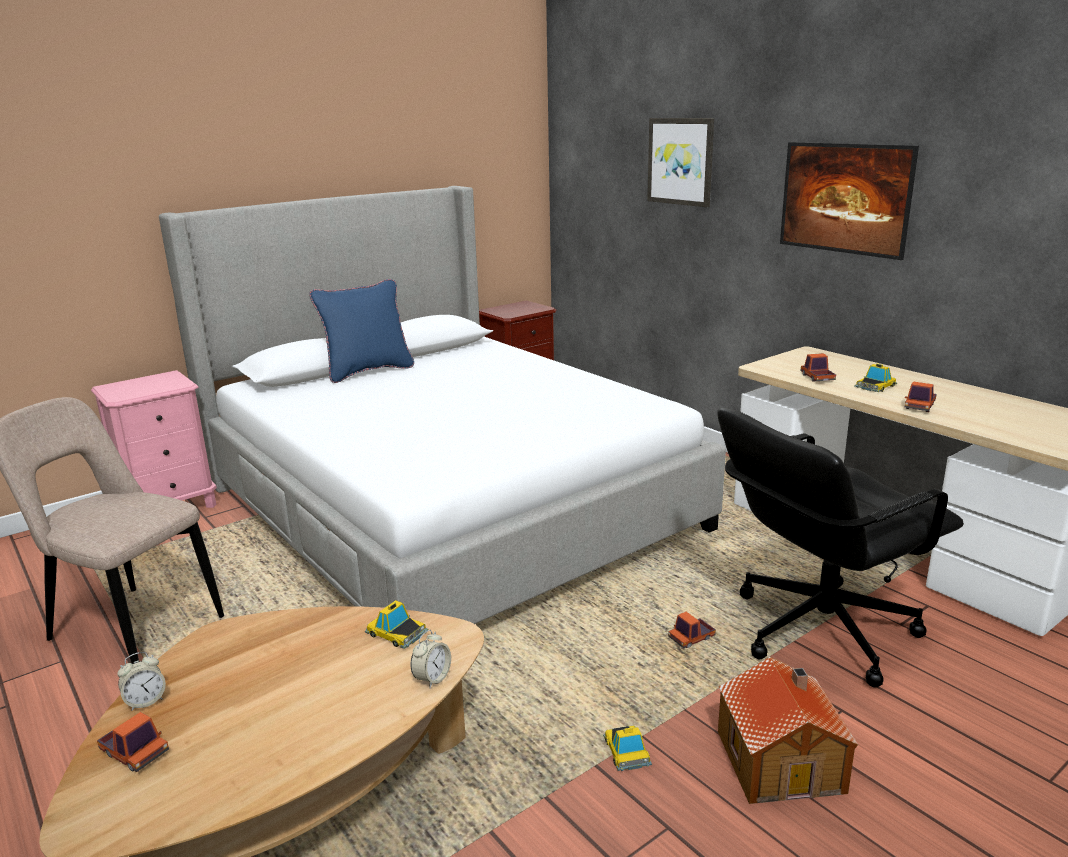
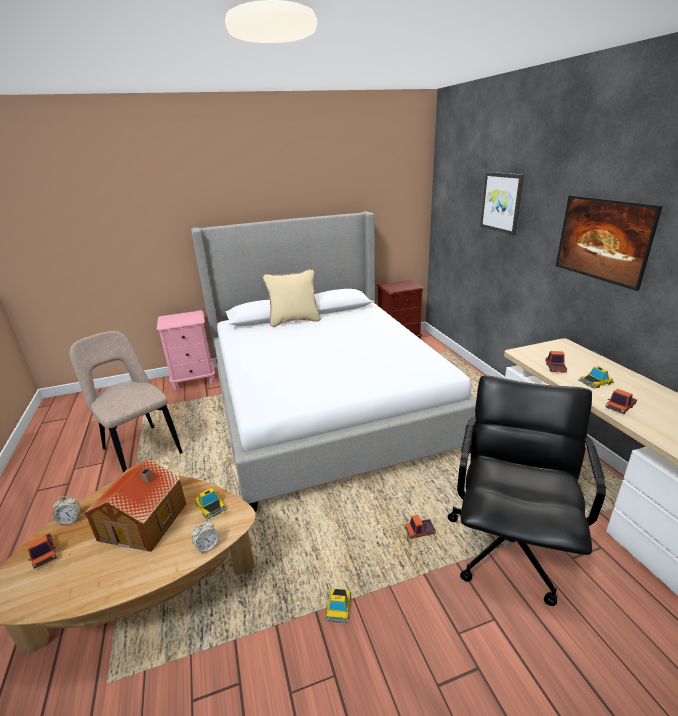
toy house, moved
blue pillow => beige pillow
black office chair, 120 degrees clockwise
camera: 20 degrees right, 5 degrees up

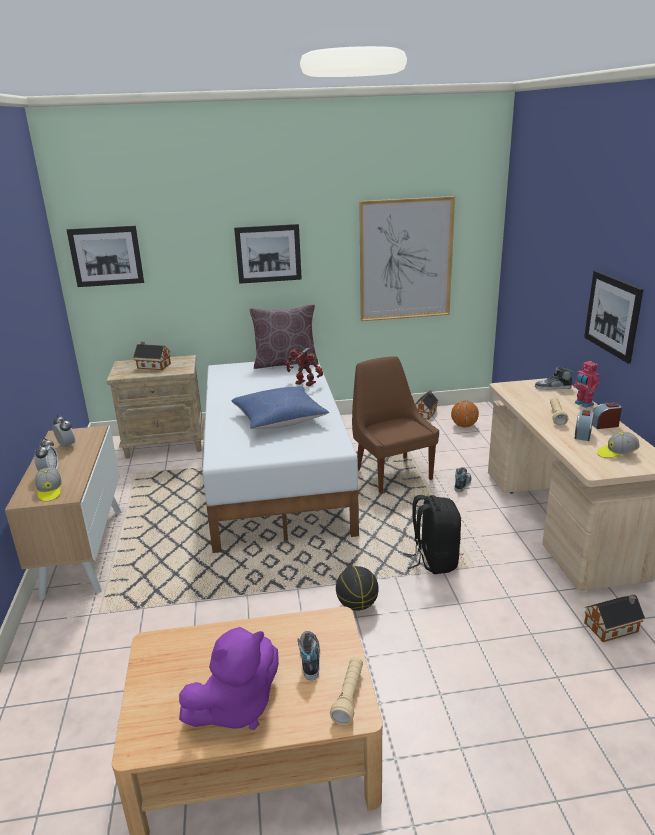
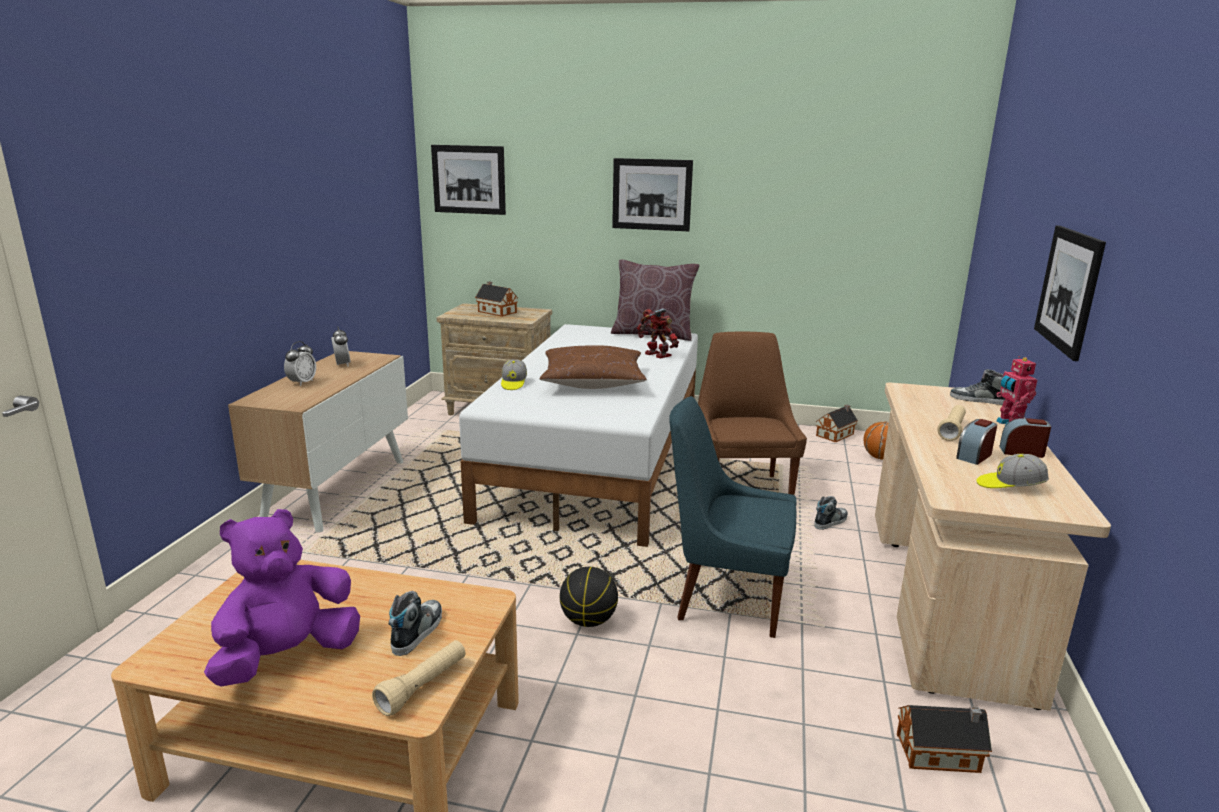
purple plush toy, 150 degrees clockwise
cap (1st from left), moved
blue pillow => brown pillow (1st from left)
black backpack => blue chair
picture (3rd from left) => nothing
camera: 20 degrees right, 5 degrees down

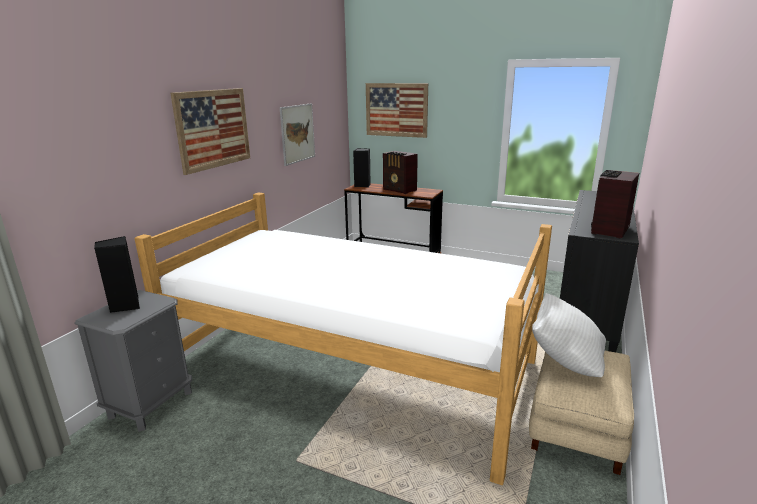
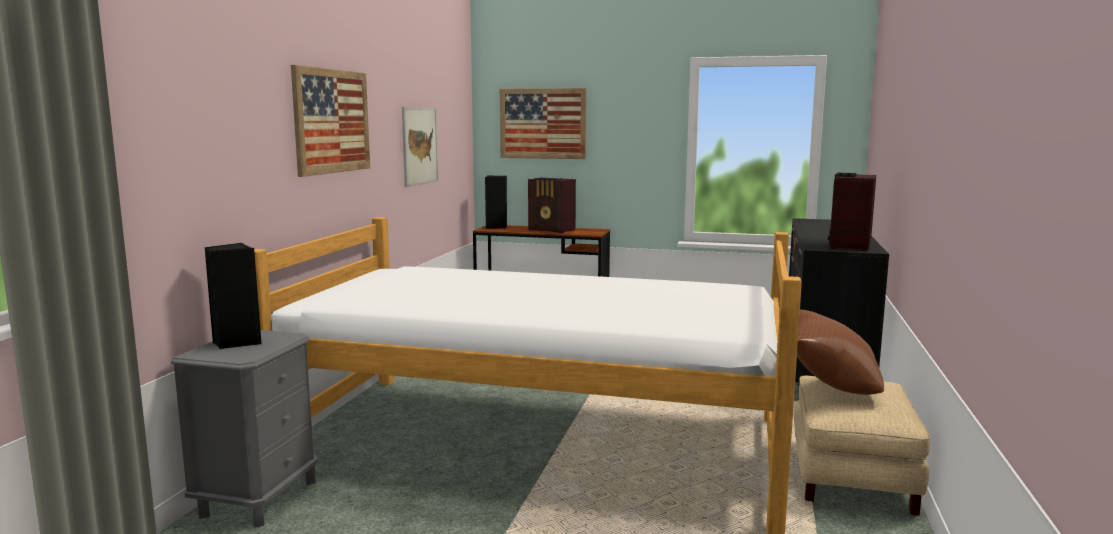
white pillow => brown pillow
camera: 10 degrees left, 10 degrees down

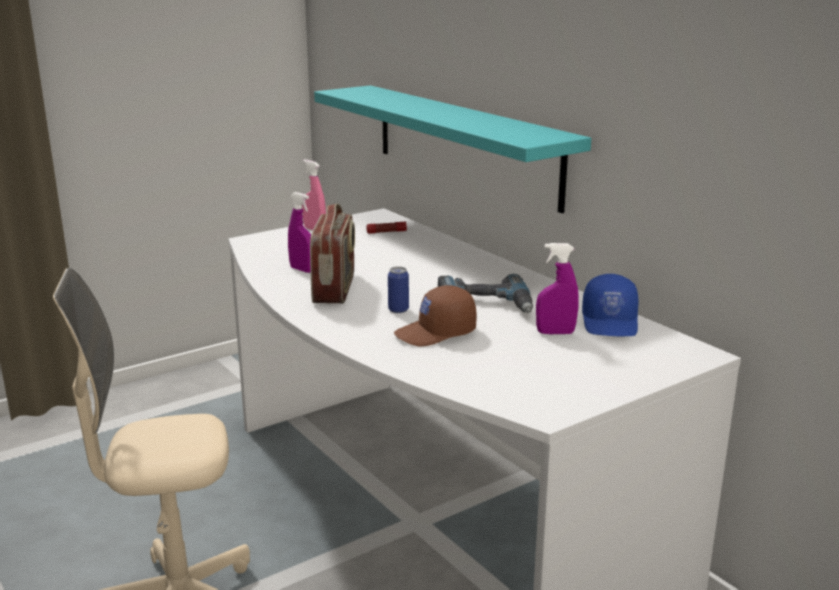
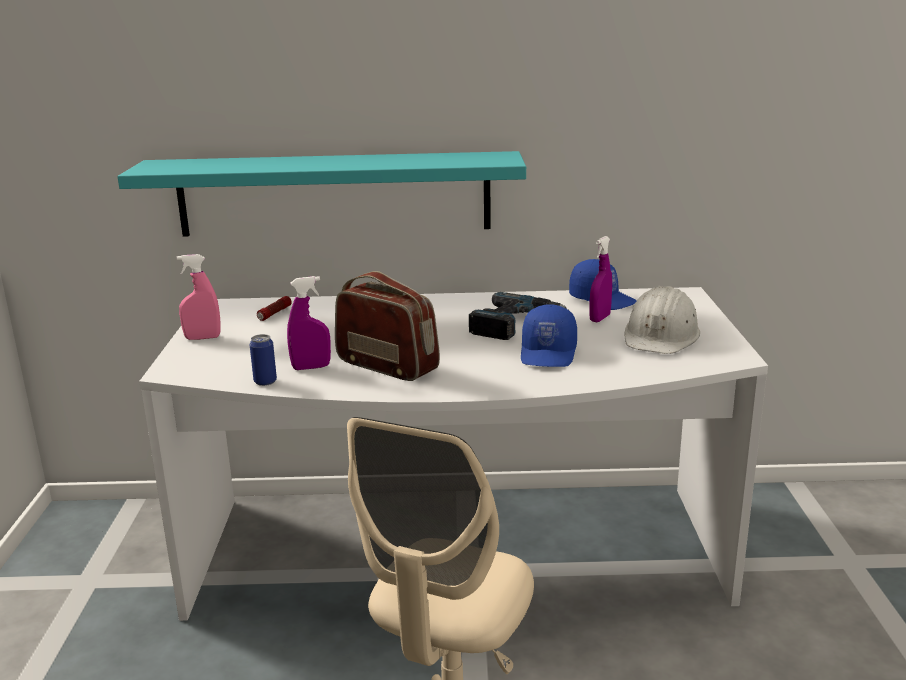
can, moved
brown cap => blue cap (1st from left)
nothing => white hard hat
camera: 55 degrees left, 0 degrees up

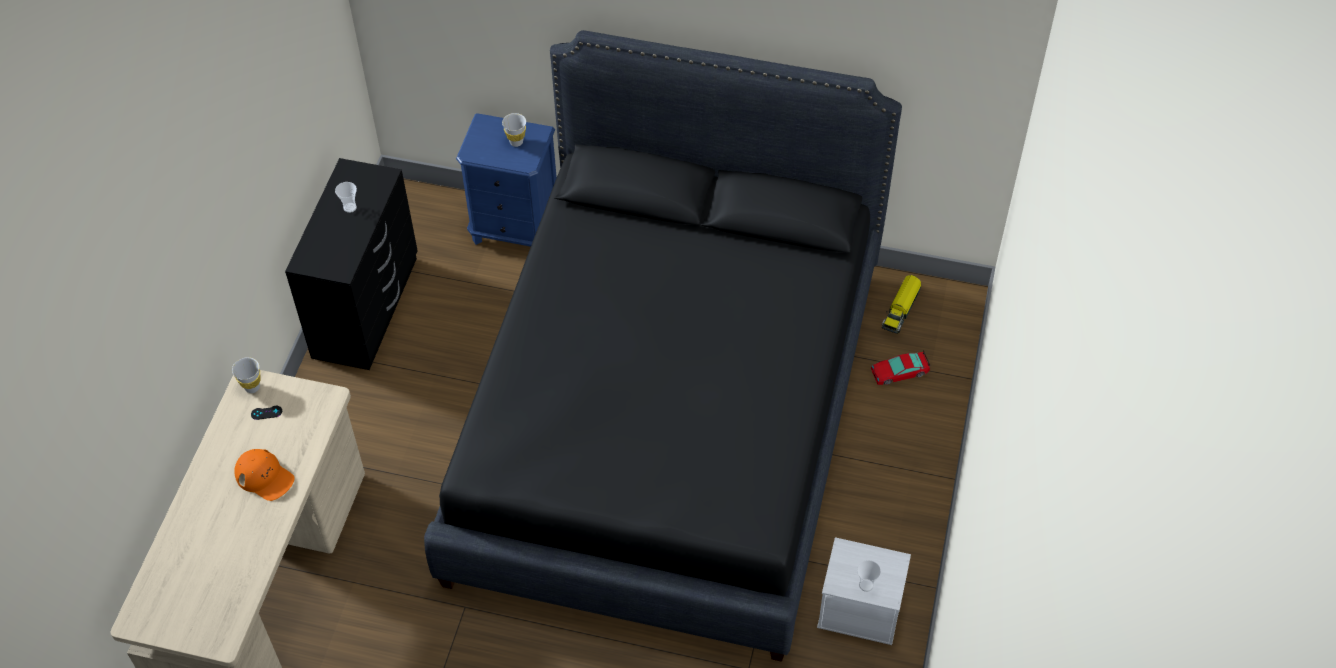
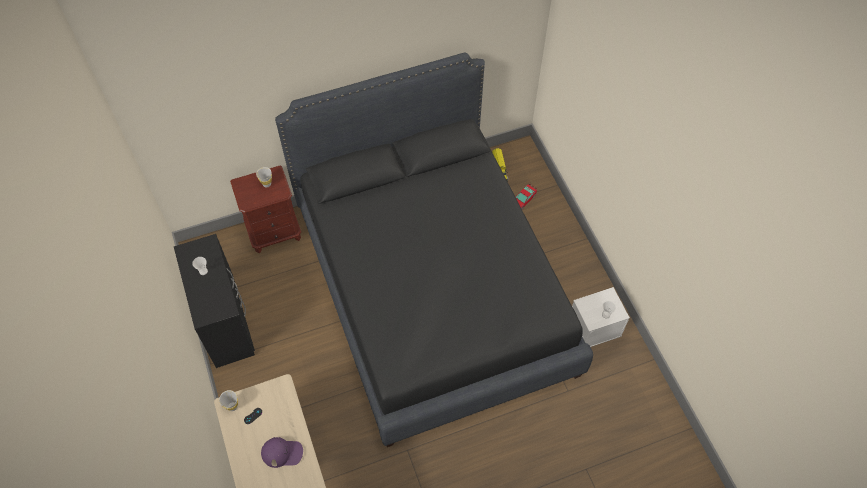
blue nightstand => brown nightstand
orange cap => purple cap
camera: 35 degrees left, 5 degrees up

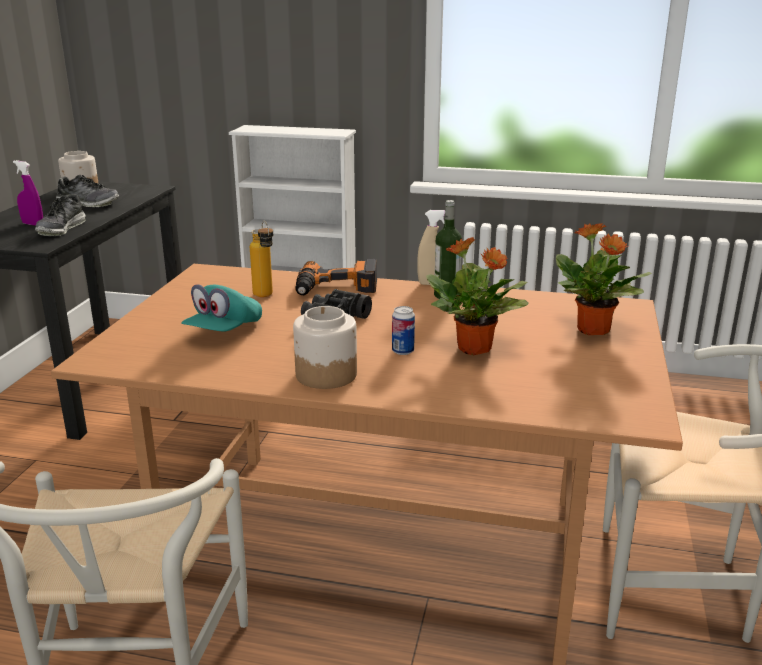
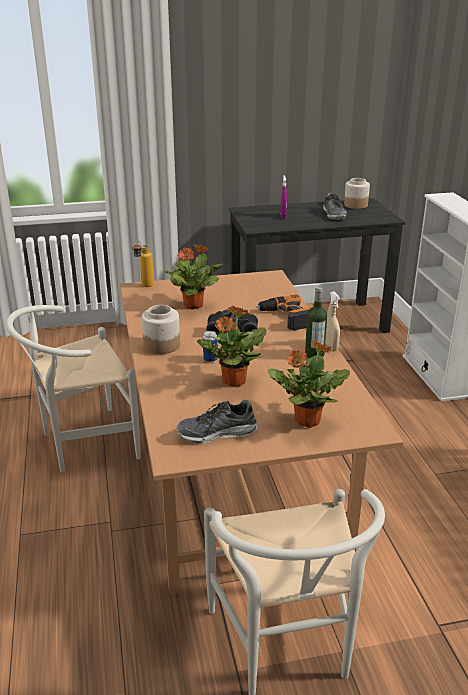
bottle (1st from left), moved
turquoise cap => potted plant (1st from left)
shoe (1st from left), moved
camera: 65 degrees right, 5 degrees up

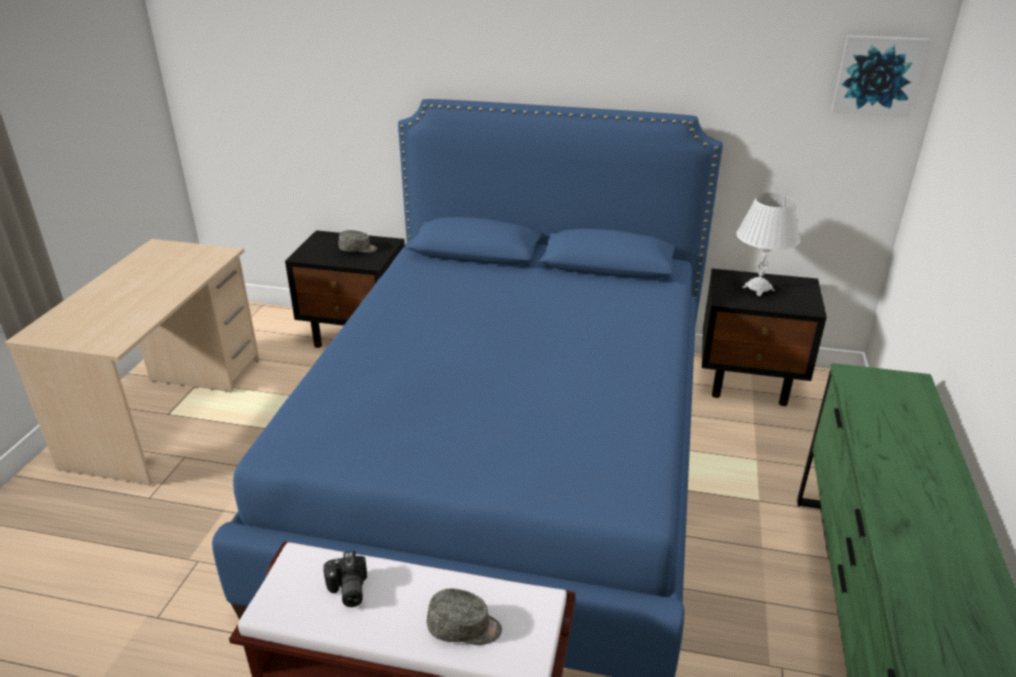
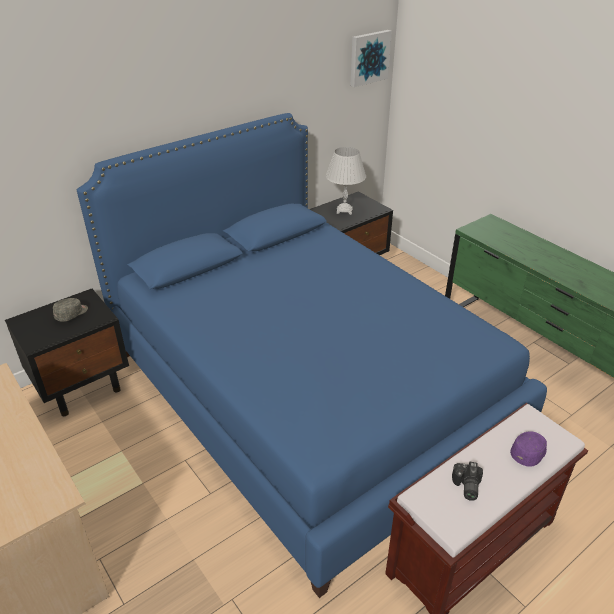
photo camera, 75 degrees clockwise
grey cap (2nd from left) => purple cap
camera: 50 degrees left, 5 degrees up

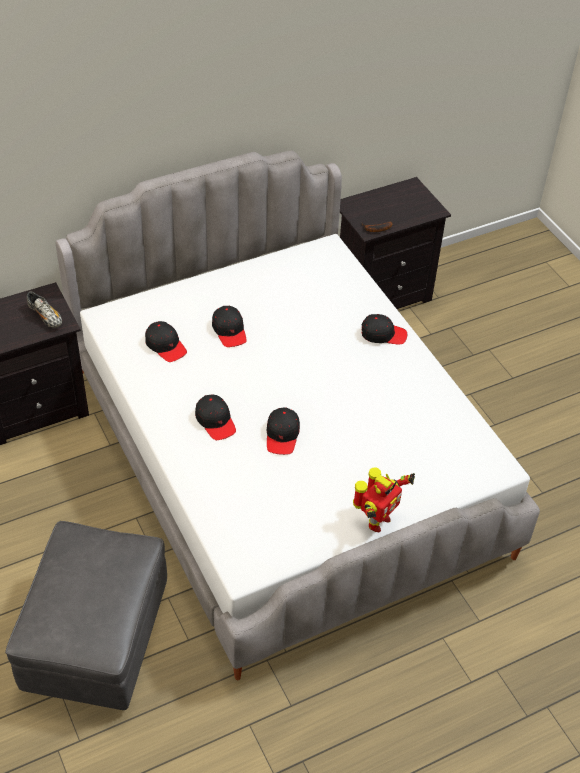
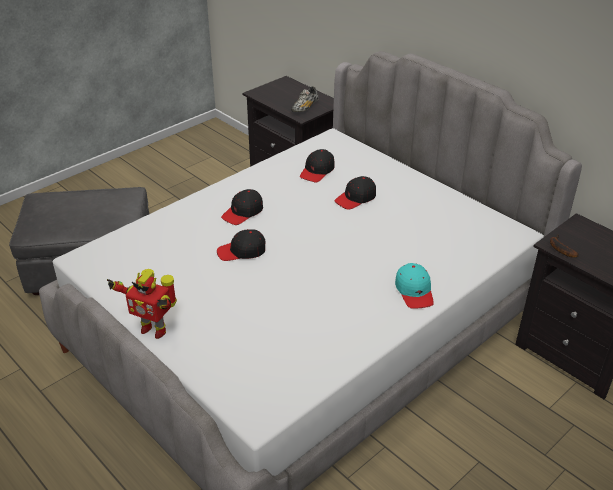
black cap (5th from left) => turquoise cap
camera: 75 degrees right, 10 degrees down

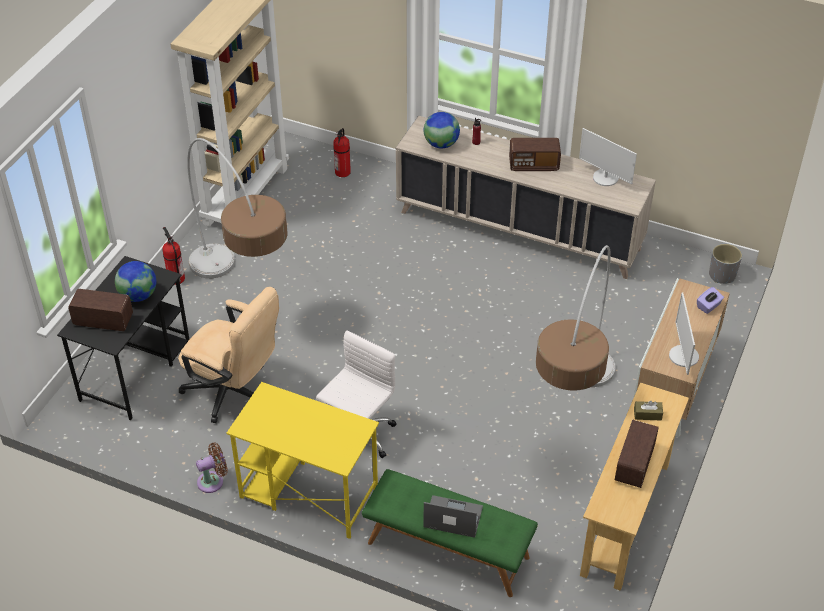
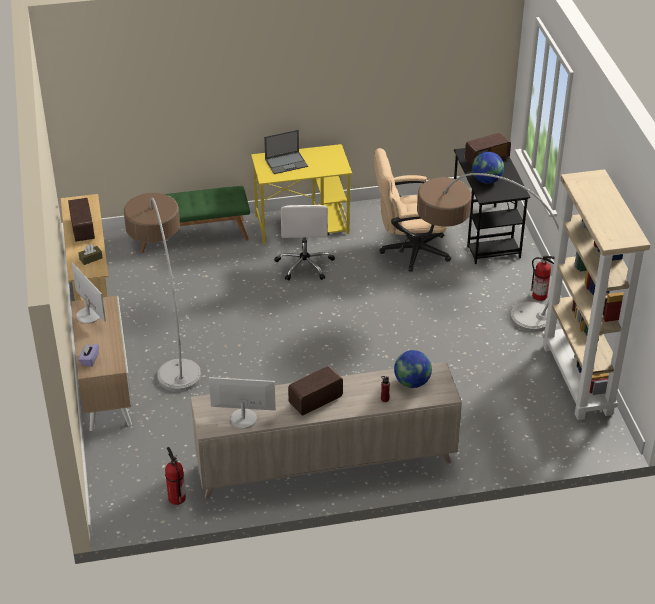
fire extinguisher (2nd from left in the first image) => fire extinguisher (1st from left), moved
laptop, moved
brown fan => nothing
grey planter => nothing
camera: 145 degrees right, 5 degrees down

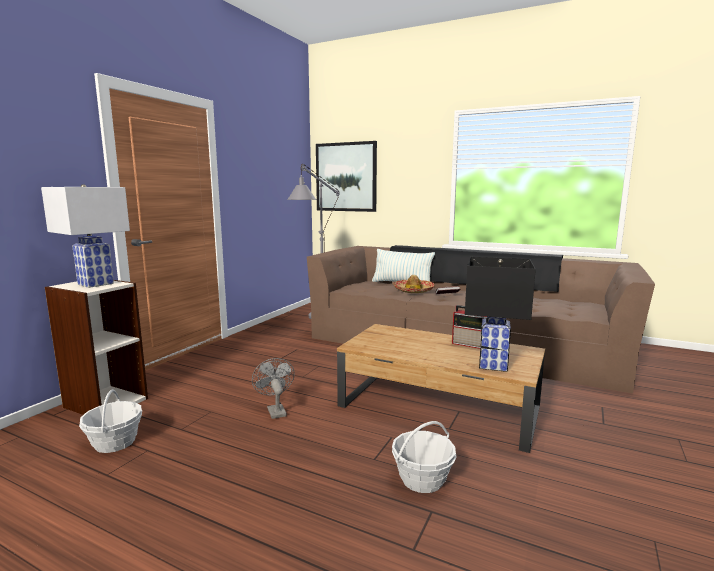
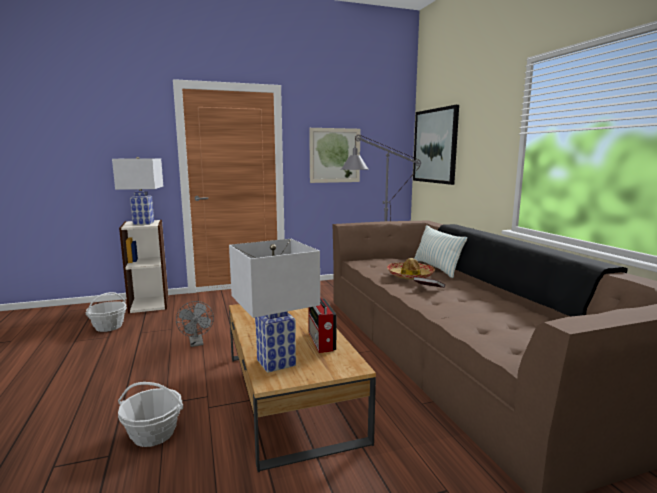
grey fan, 135 degrees clockwise
black table lamp => white table lamp (2nd from left)
nothing => picture (1st from left)
camera: 45 degrees right, 0 degrees up

